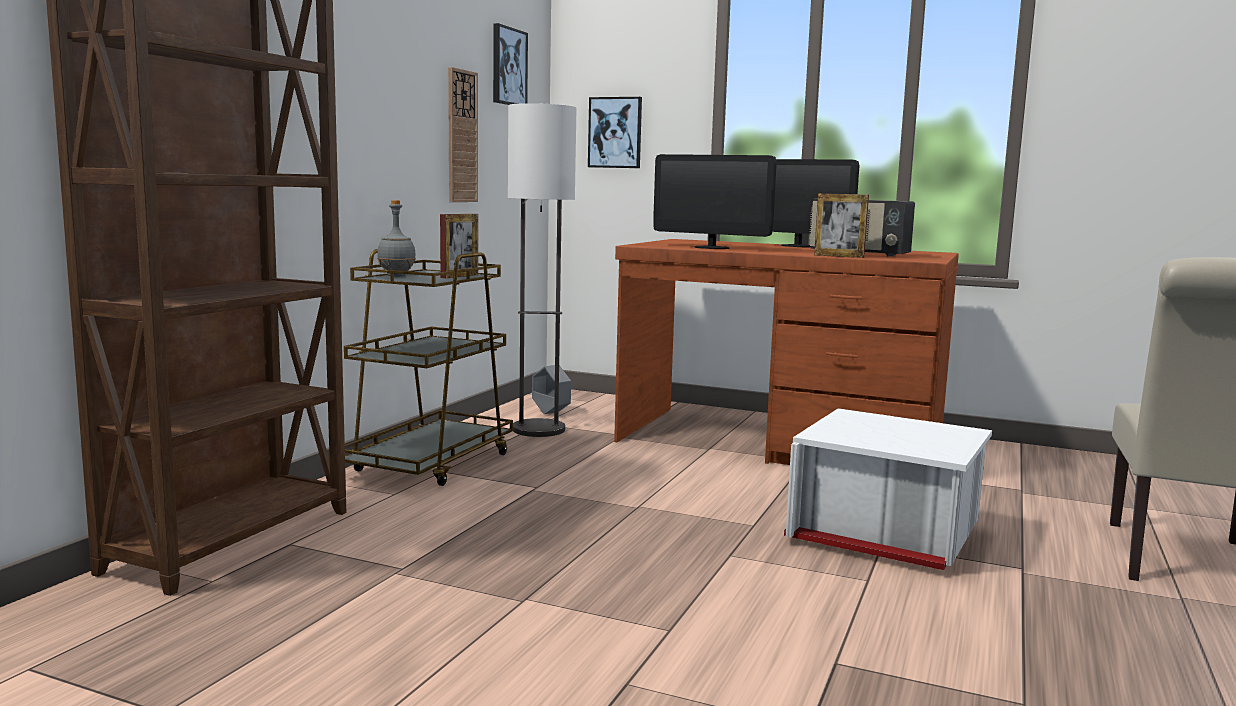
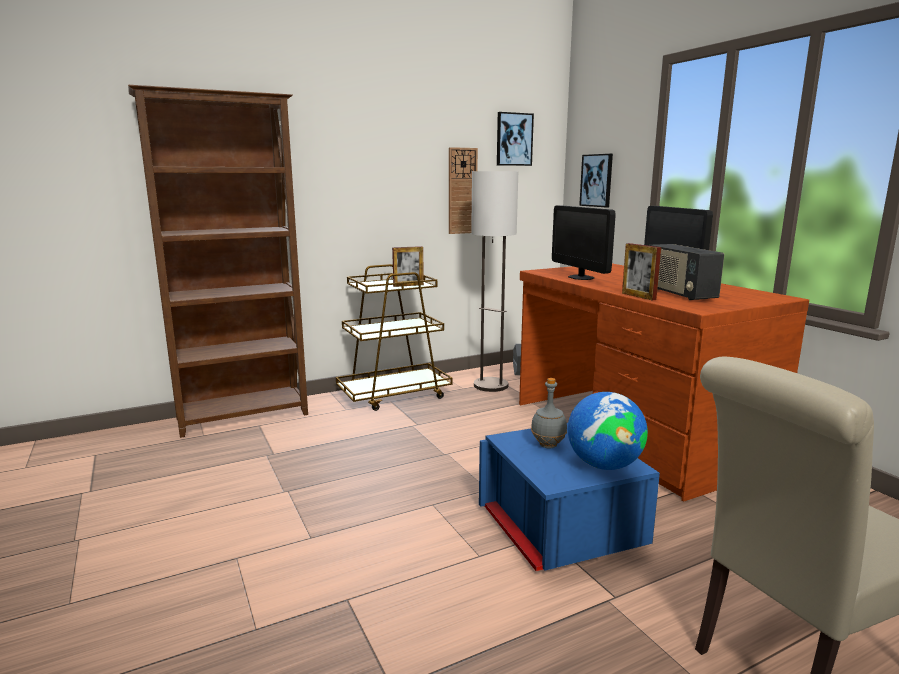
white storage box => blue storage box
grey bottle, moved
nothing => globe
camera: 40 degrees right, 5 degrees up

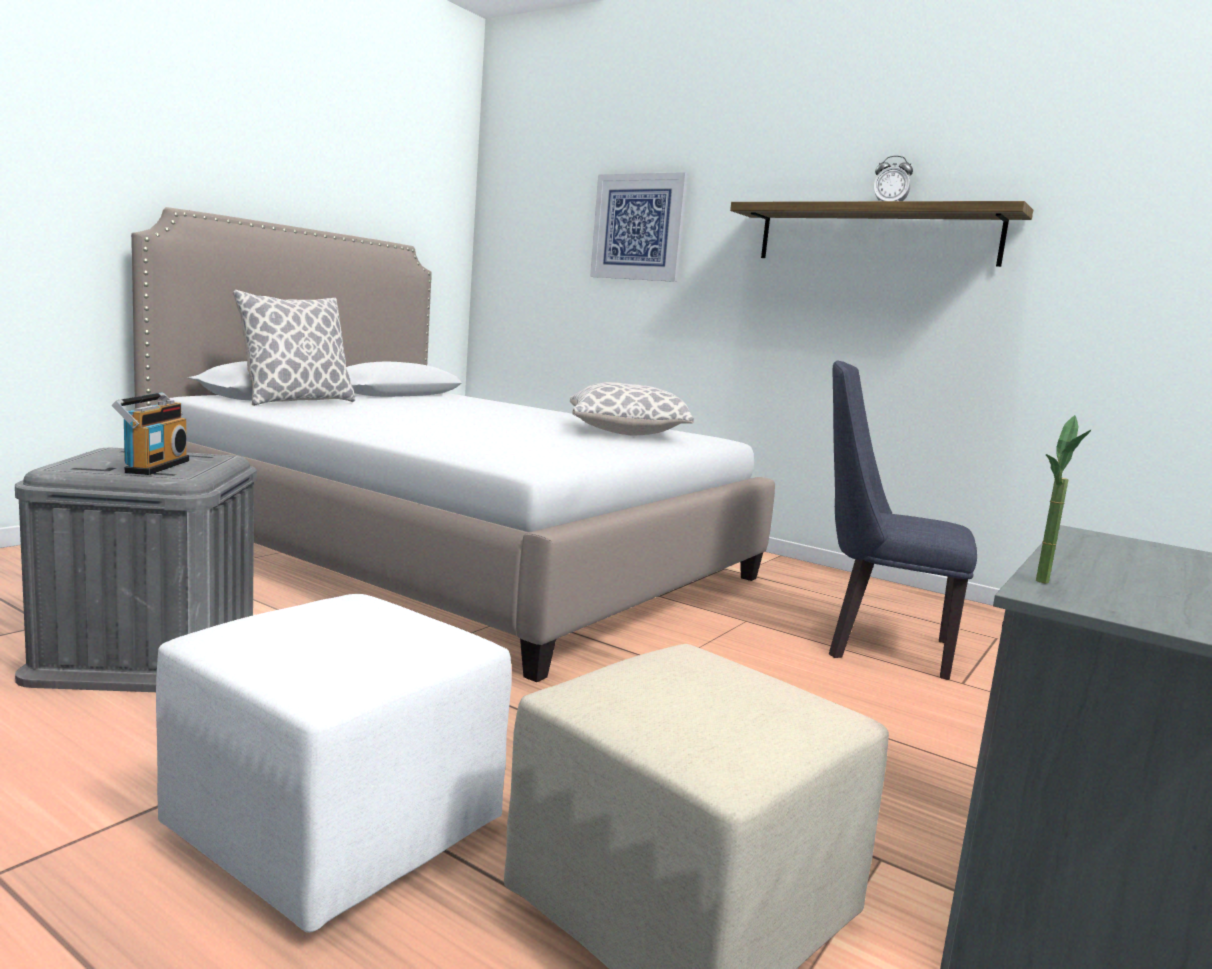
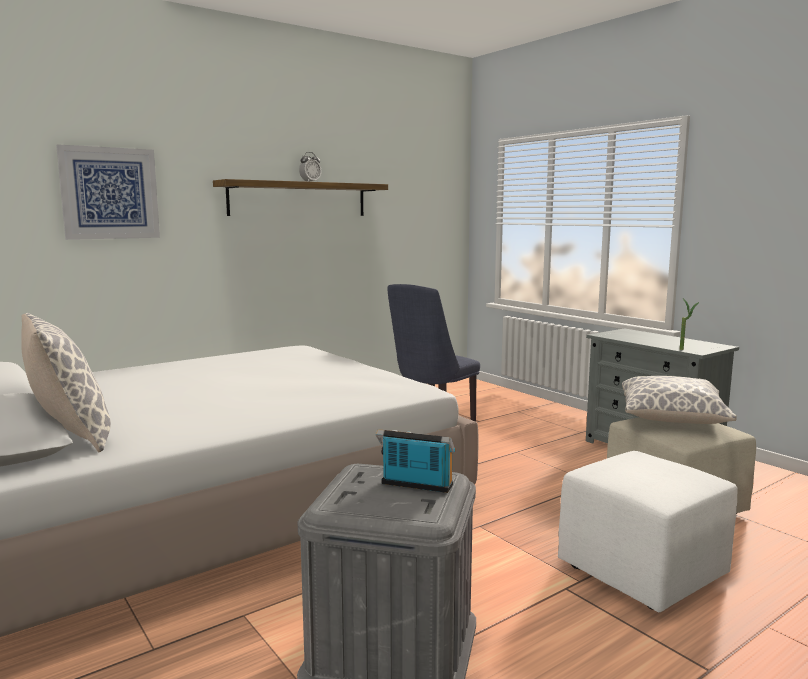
pillow (2nd from left), moved
camera: 70 degrees left, 0 degrees up

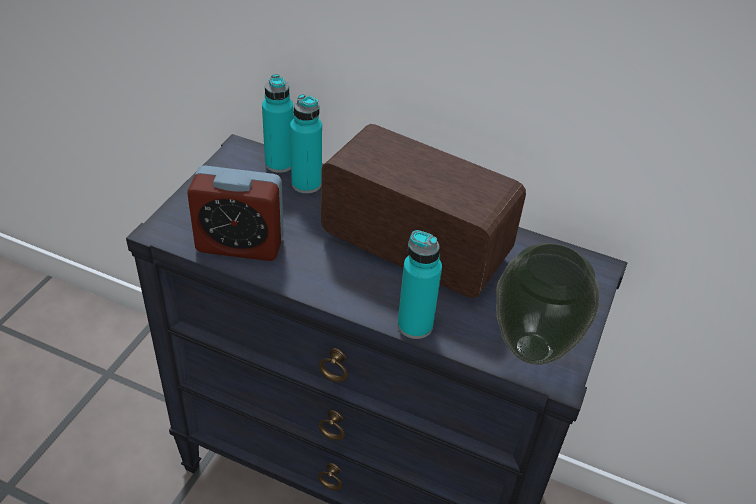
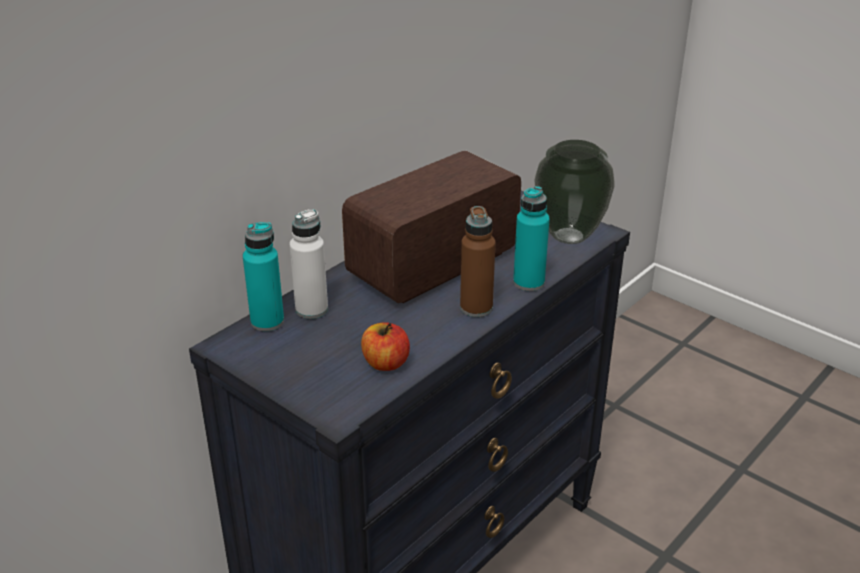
turquoise bottle (2nd from left) => white bottle
alarm clock => apple
nothing => brown bottle
camera: 70 degrees left, 10 degrees down

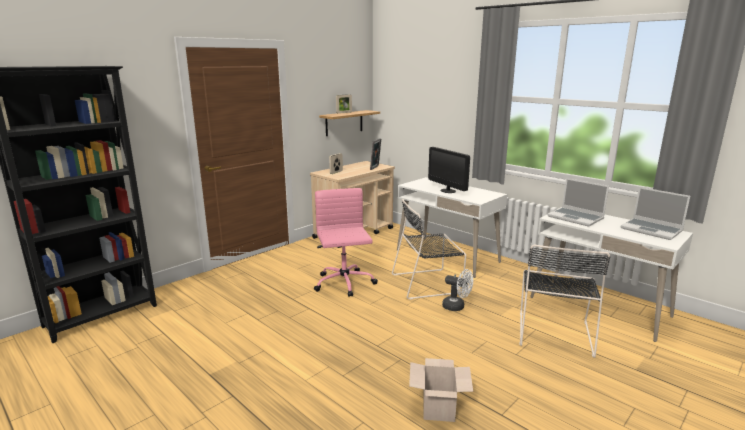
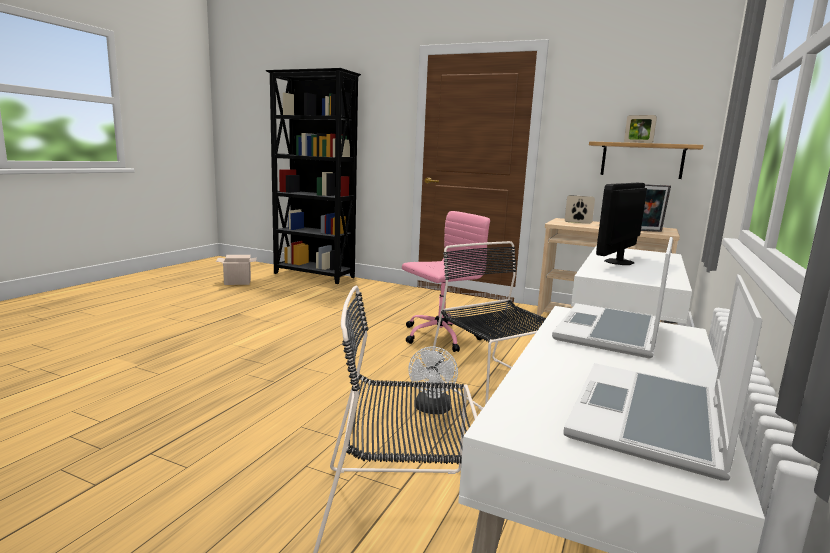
cardboard box, moved
camera: 70 degrees right, 5 degrees down

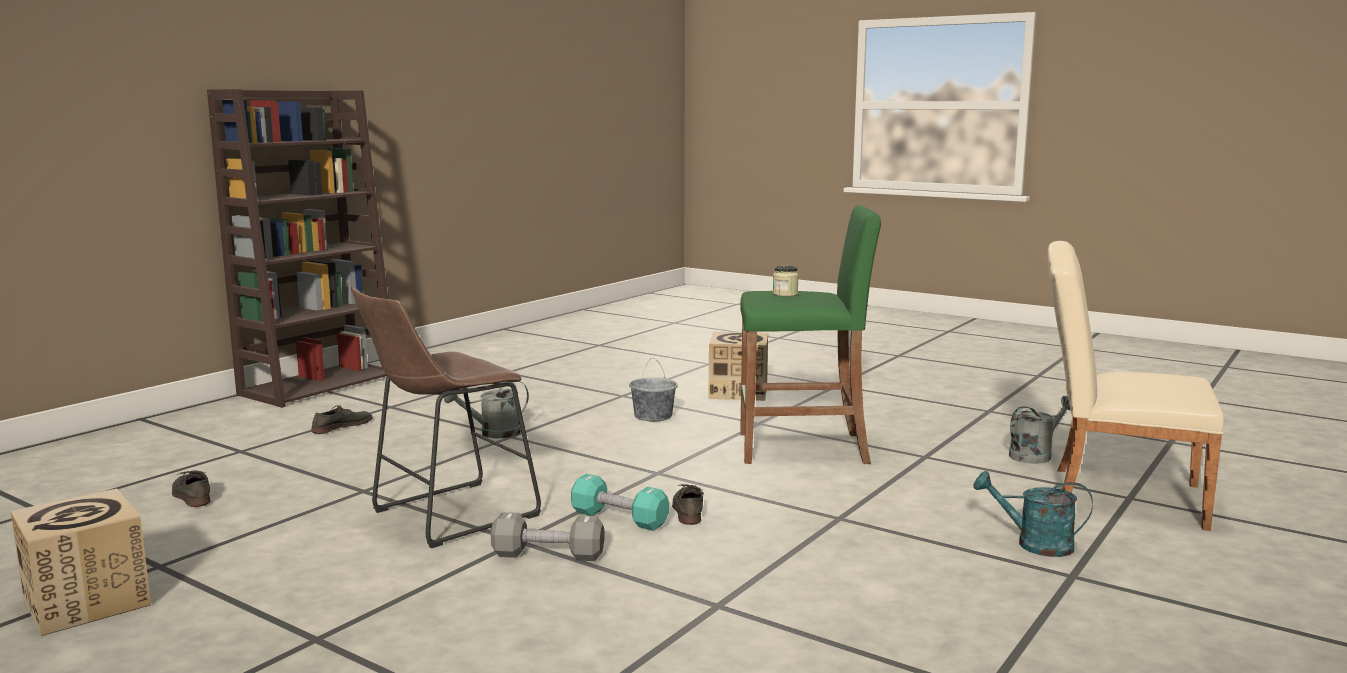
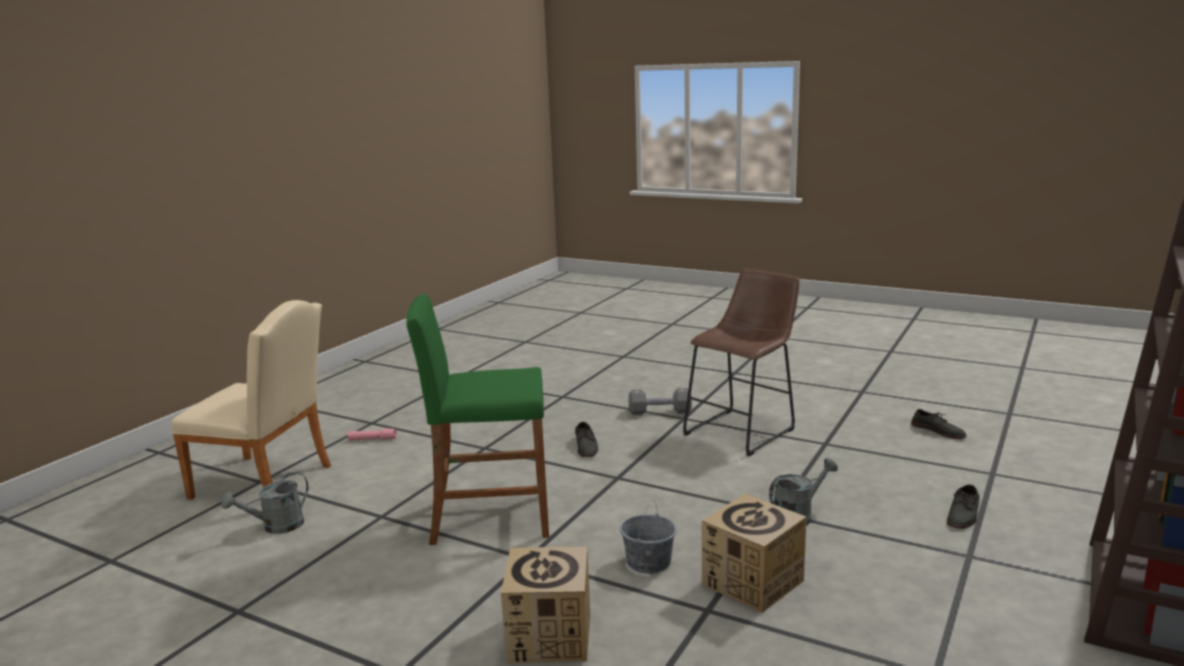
turquoise watering can => pink flashlight
cardboard box (1st from left in the first image) => cardboard box (2nd from left), moved
turquoise dumbbell => nothing
jar => nothing
camera: 175 degrees right, 5 degrees up

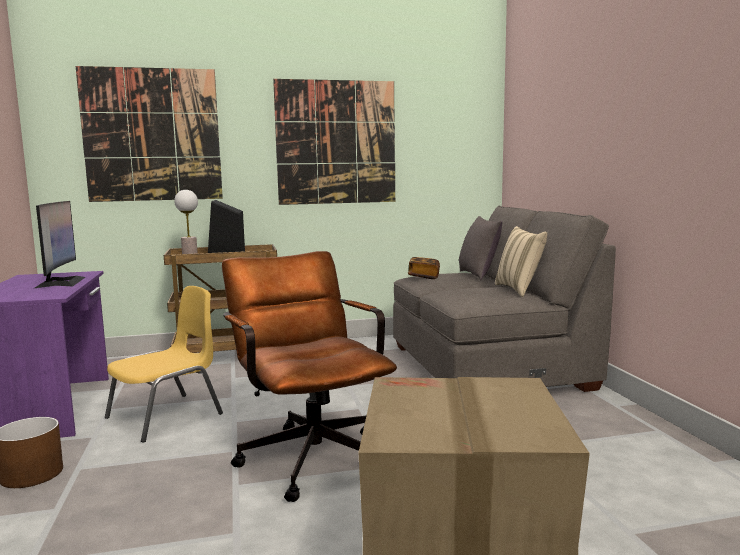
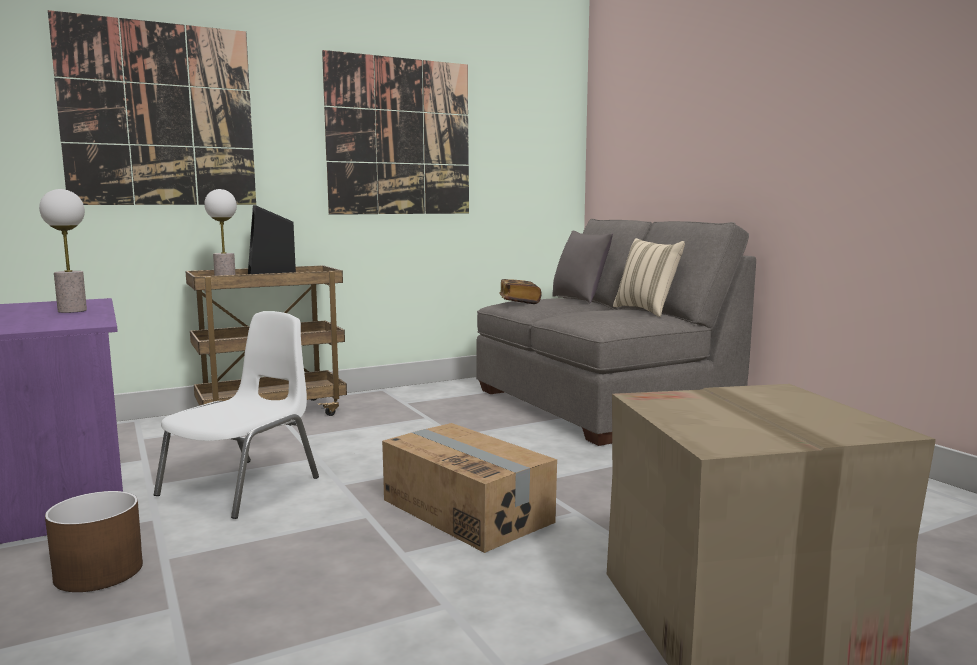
monitor => table lamp (1st from left)
yellow chair => white chair
brown office chair => cardboard box (1st from left)
camera: 15 degrees left, 0 degrees up

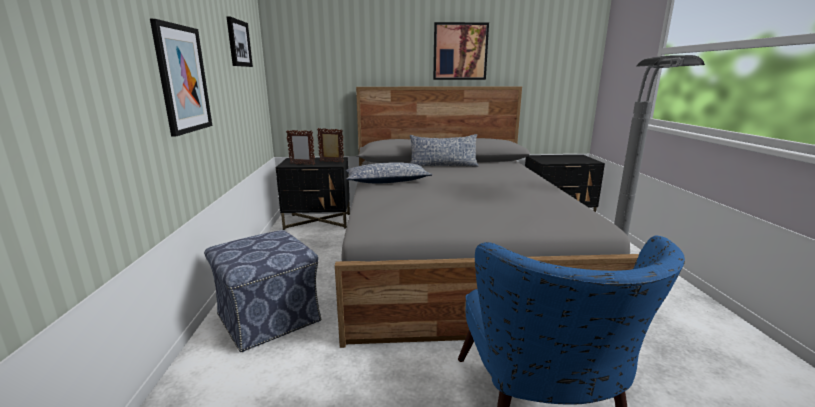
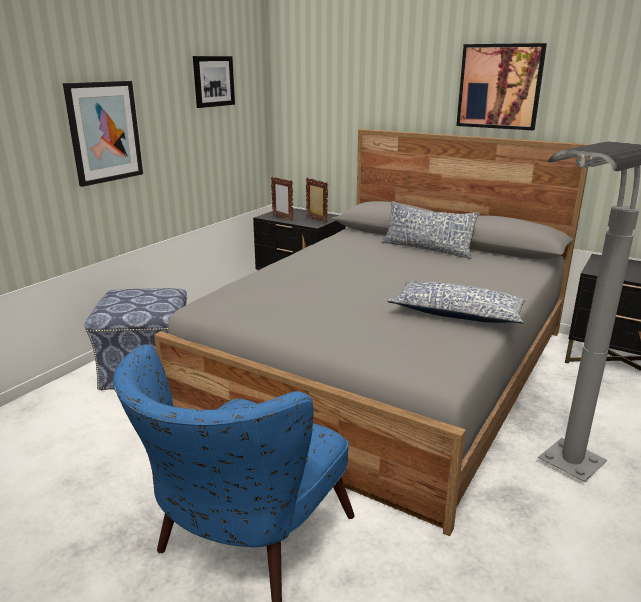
pillow (1st from left in the first image) => pillow (2nd from left), moved
camera: 35 degrees right, 5 degrees up

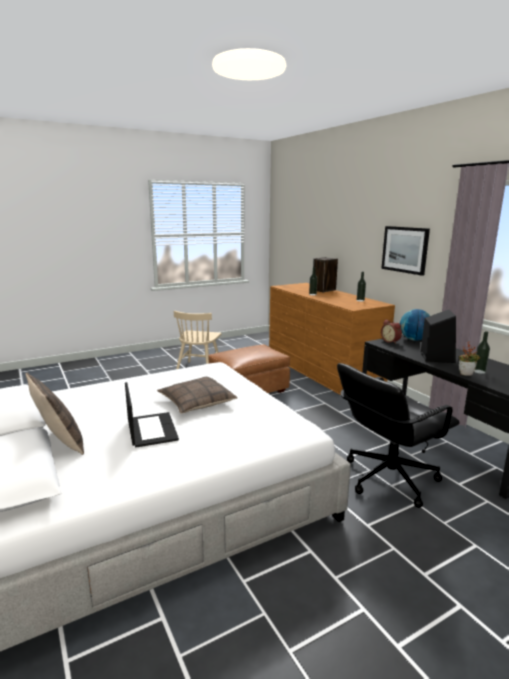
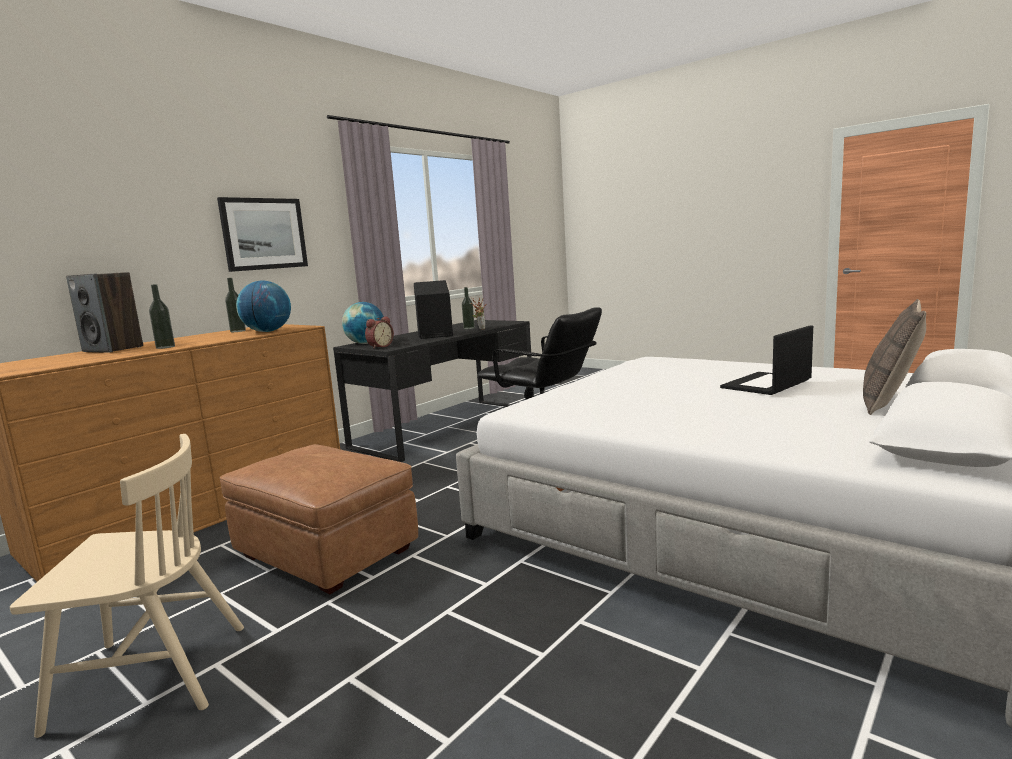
nothing => globe (1st from left)
pillow (2nd from left) => nothing
camera: 110 degrees left, 5 degrees down

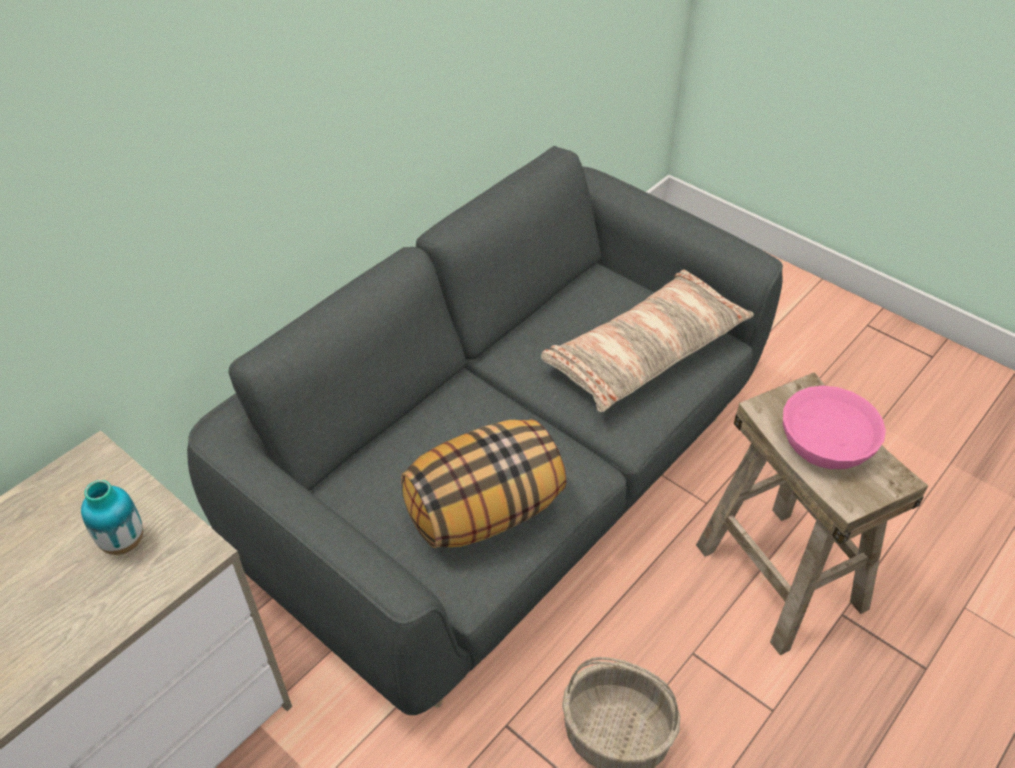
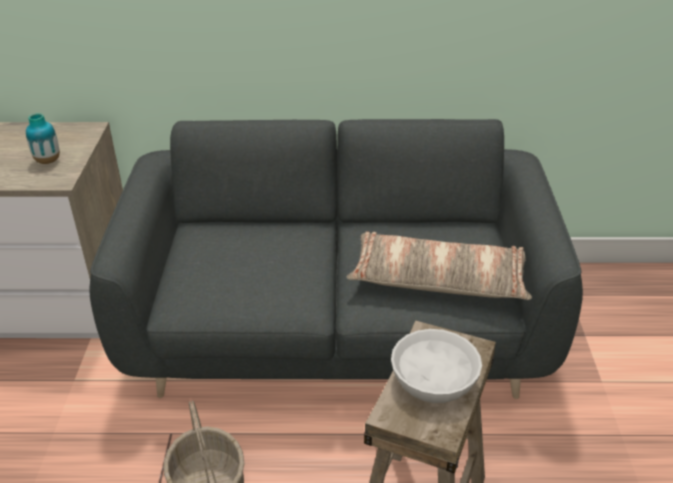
pink bowl => white bowl
pillow (1st from left) => nothing
camera: 50 degrees right, 10 degrees down

